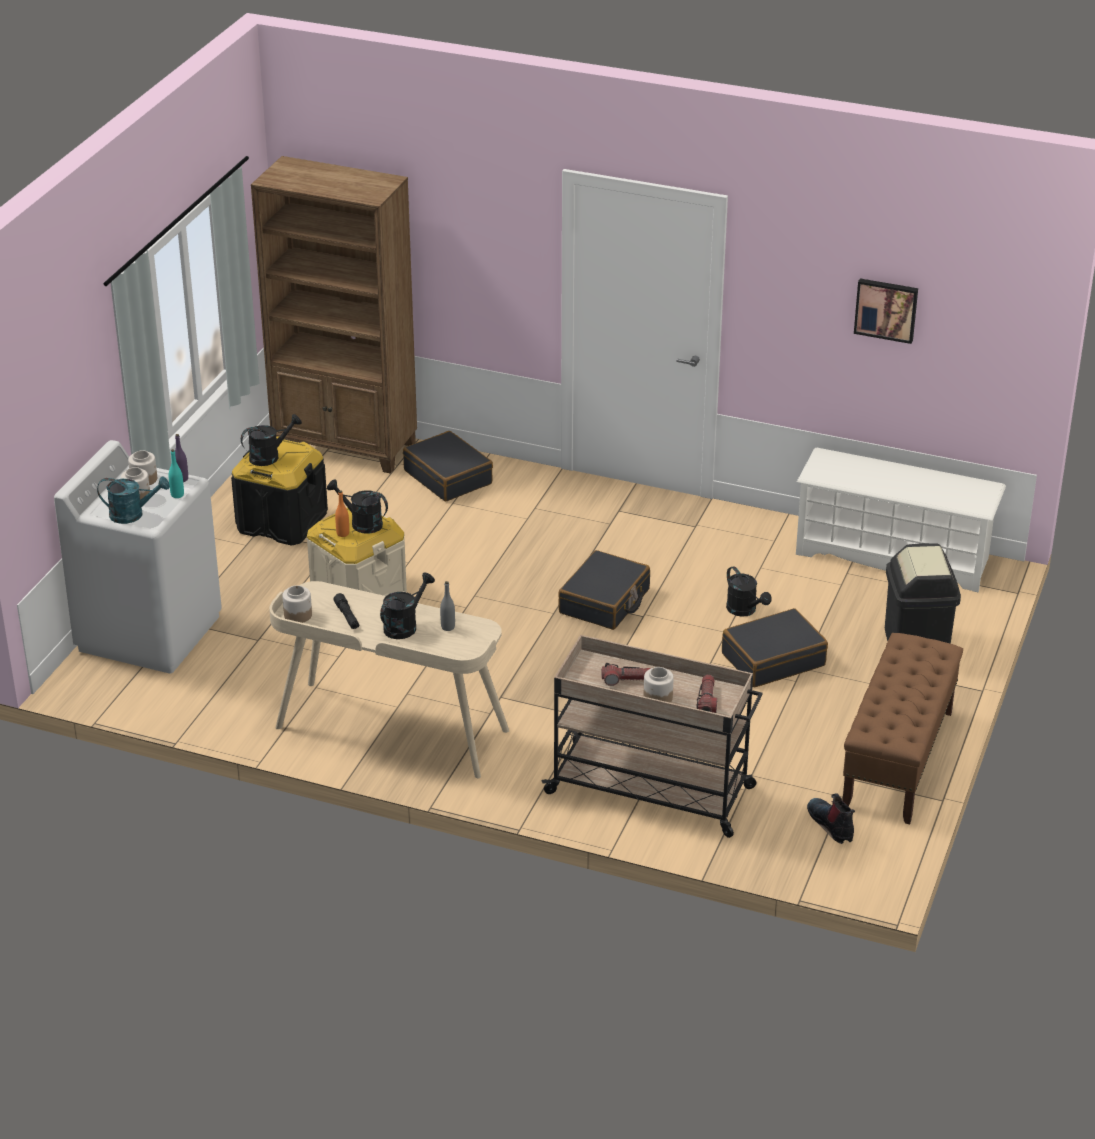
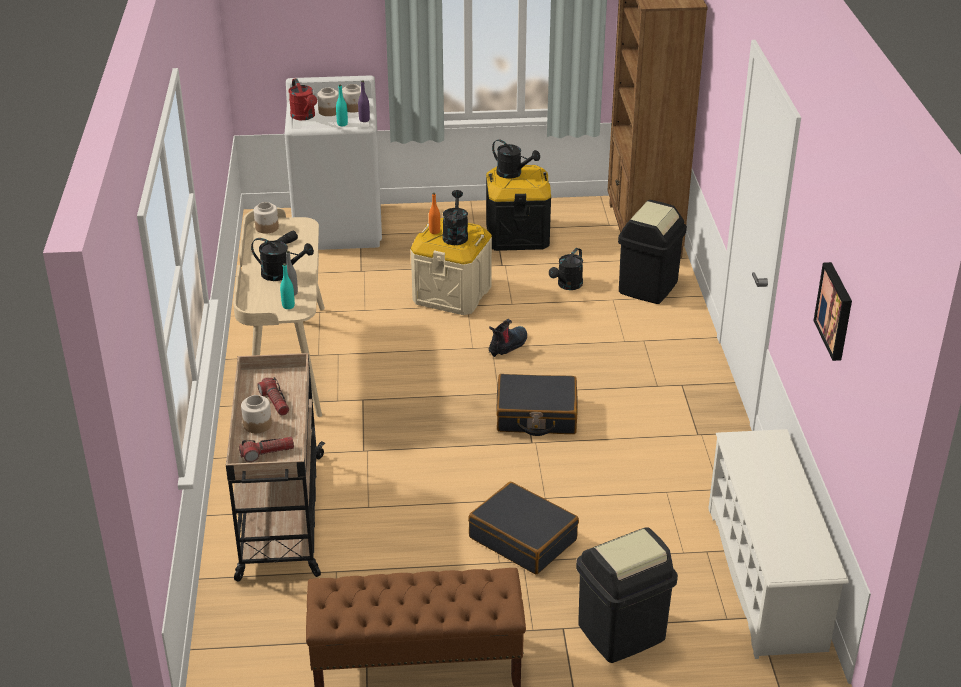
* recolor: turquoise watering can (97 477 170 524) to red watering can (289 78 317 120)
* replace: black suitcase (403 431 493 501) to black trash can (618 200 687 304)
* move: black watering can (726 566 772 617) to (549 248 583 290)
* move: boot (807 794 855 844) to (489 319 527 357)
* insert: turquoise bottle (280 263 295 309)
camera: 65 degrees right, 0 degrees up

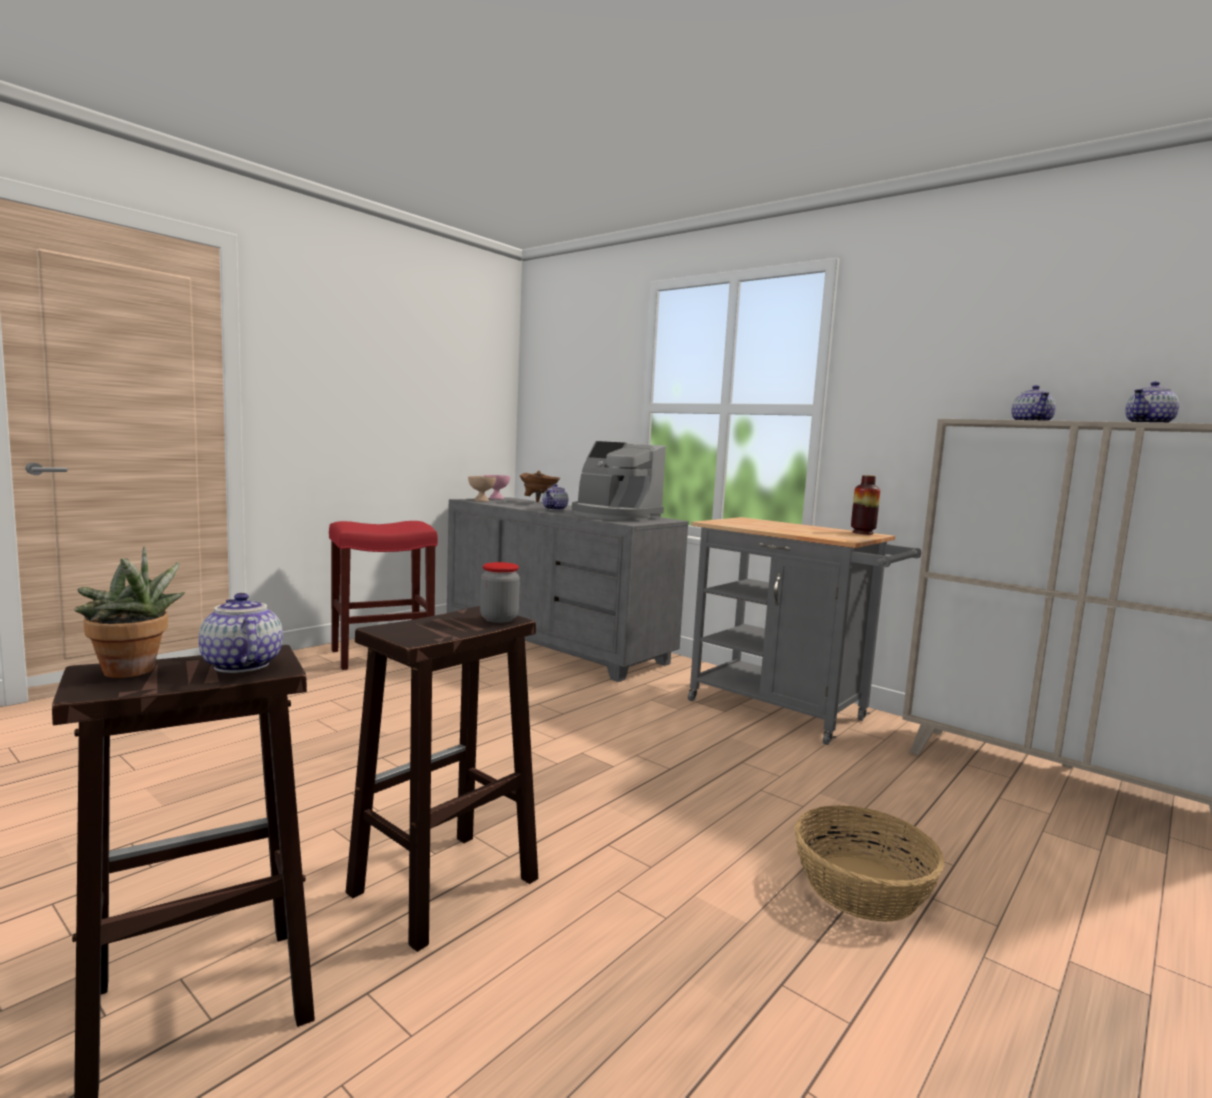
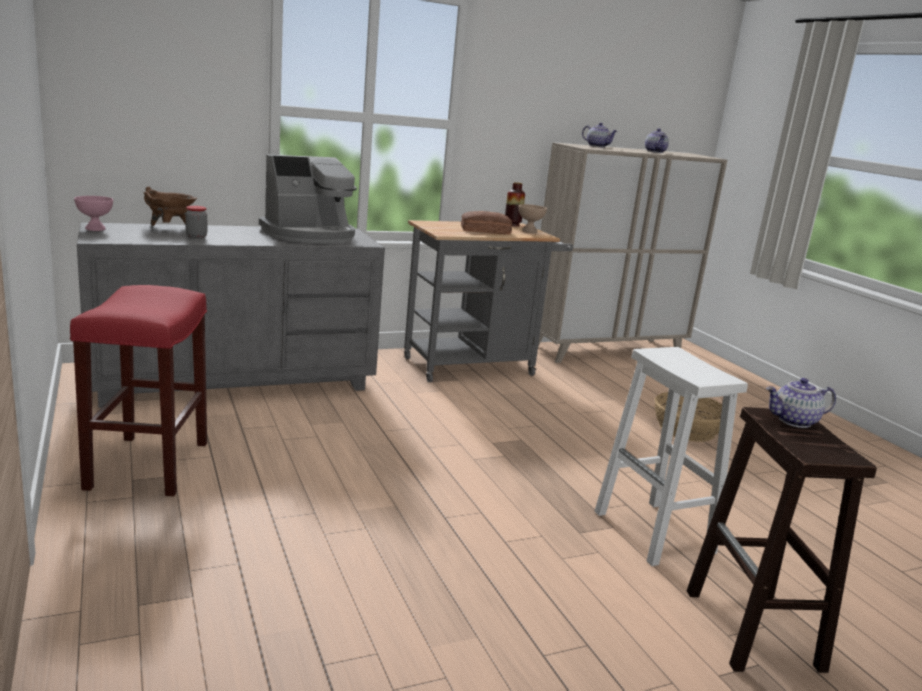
* delete: potted plant (74 546 185 678)
* recolor: brown stool (346 606 538 952) to white stool (595 347 748 566)
* move: beige bowl (468 476 496 502) to (519 204 547 233)
* move: jar (480 562 520 623) to (185 206 207 238)
* delete: teapot (542 484 568 510)
* insert: bread (461 211 512 234)
camera: 65 degrees left, 10 degrees up

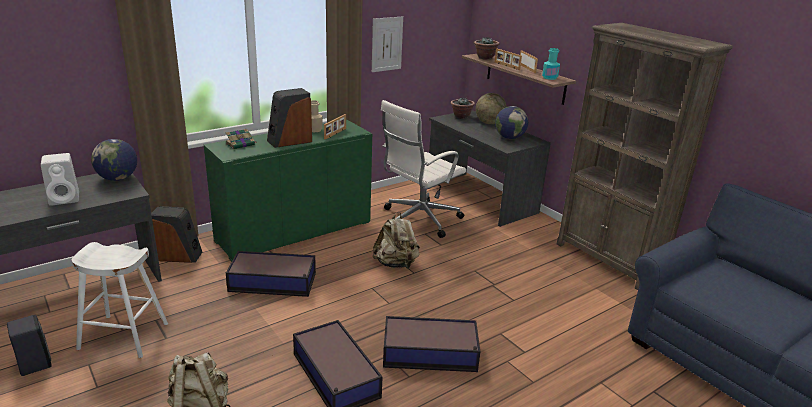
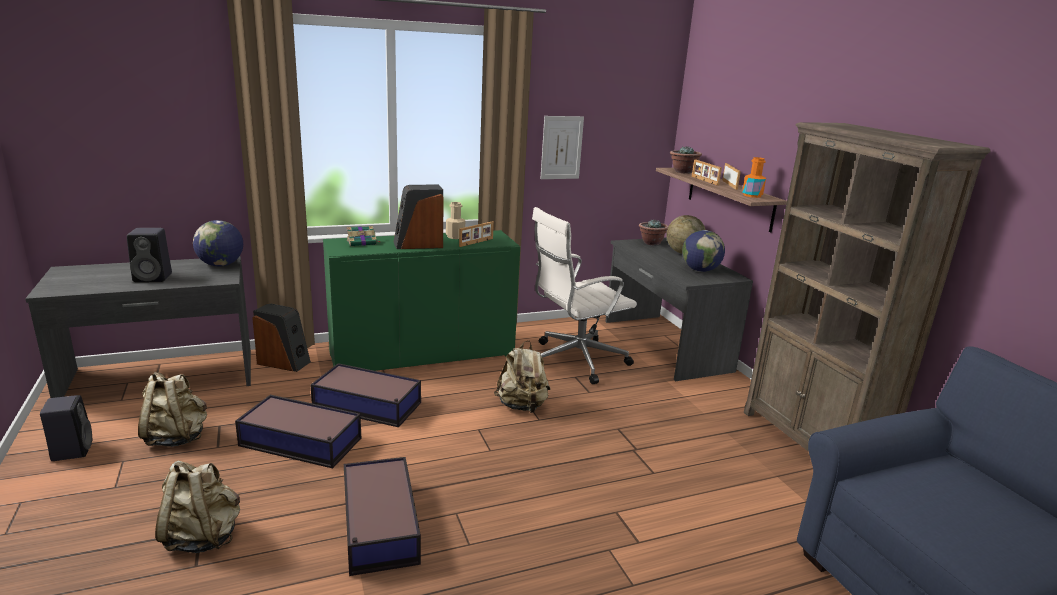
* recolor: white speaker (41 153 79 206) to black speaker (127 228 172 282)
* replace: white stool (72 242 168 358) to beige backpack (138 372 207 447)
* move: storage box (383 316 481 372) to (235 395 361 469)
* recolor: turquoise bottle (542 48 560 80) to orange bottle (742 157 766 198)
camera: 15 degrees right, 5 degrees down

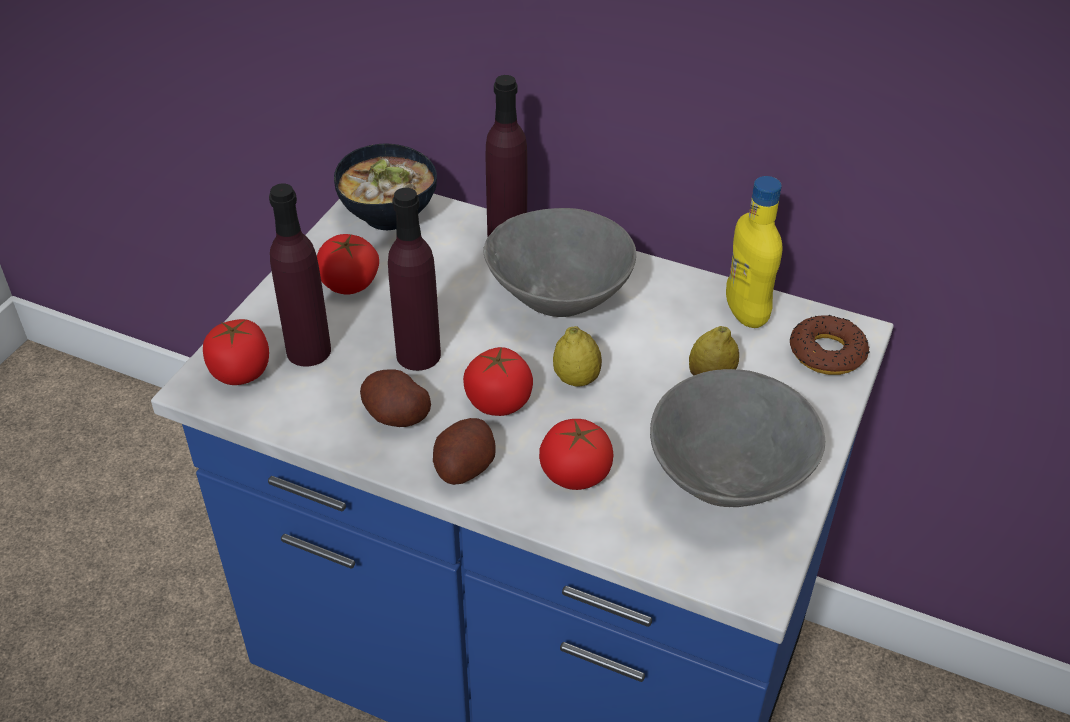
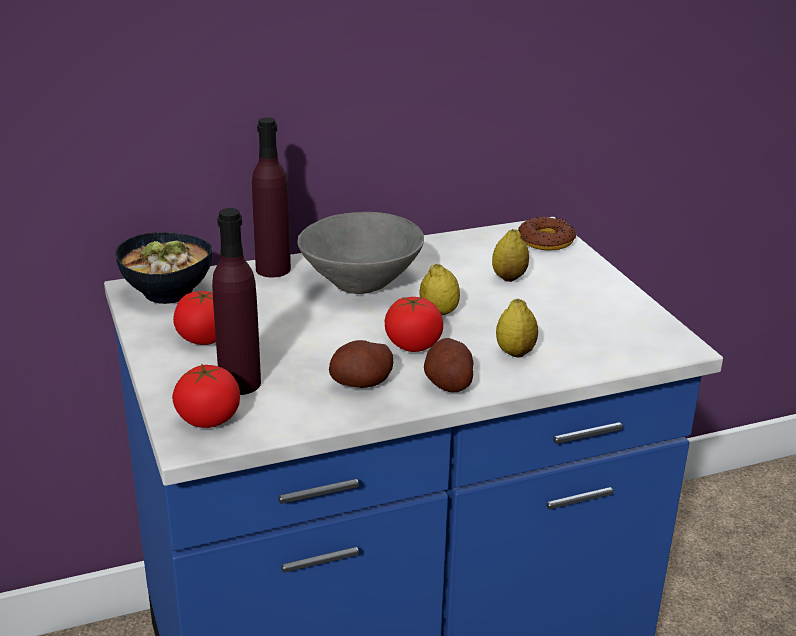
* delete: purple bottle (388 188 441 371)
* replace: tomato (539 419 614 490) to lemon (496 299 538 357)
* delete: grey bowl (650 369 825 507)
* delete: yellow bottle (726 176 782 328)
camera: 45 degrees left, 15 degrees down

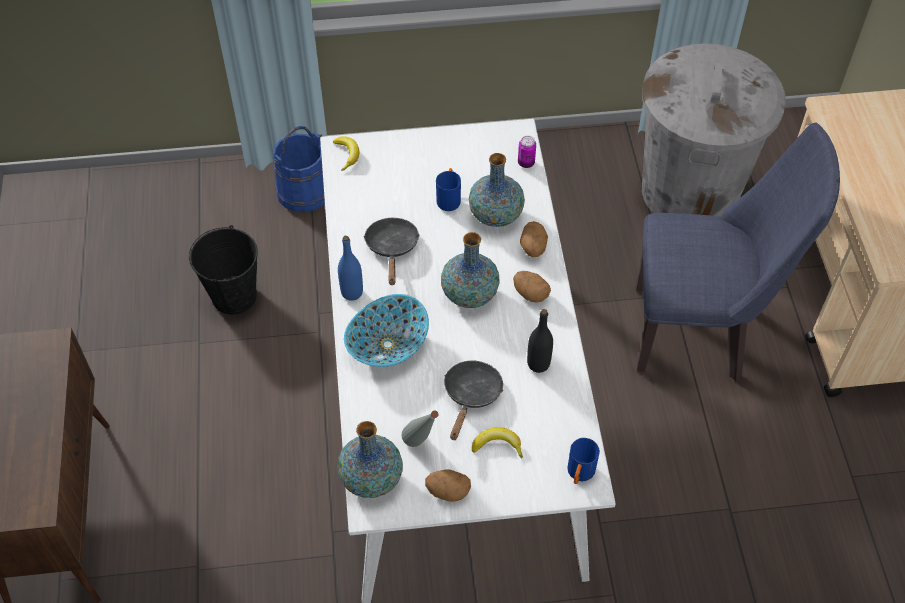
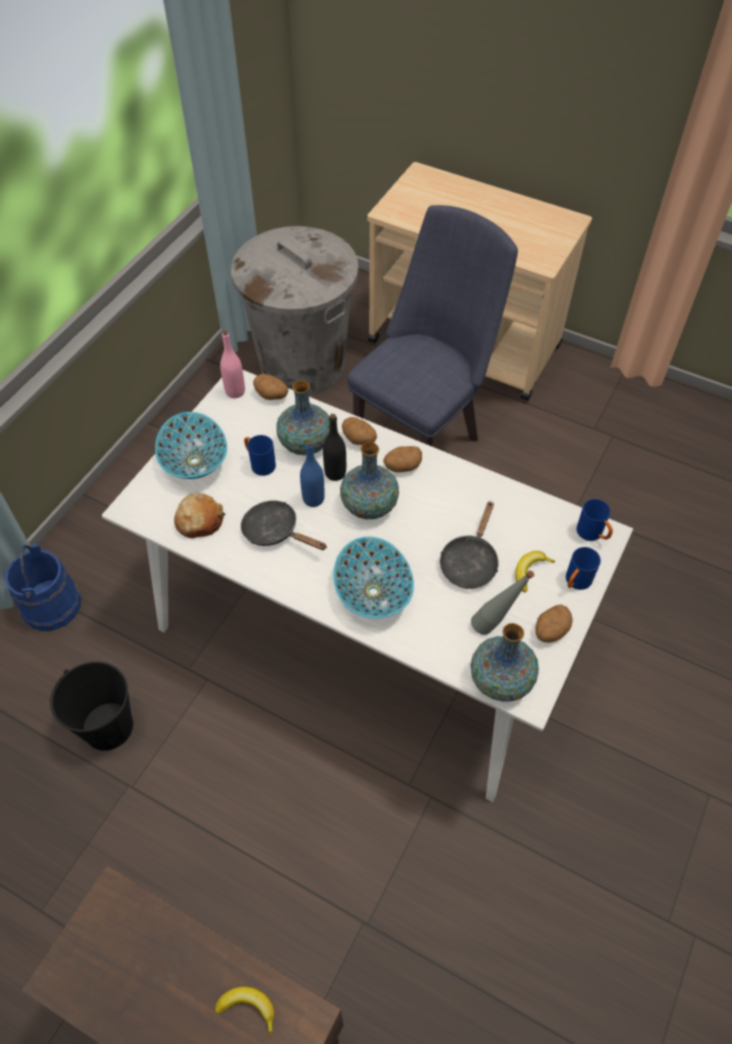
* move: banana (333 136 359 171) to (215 987 275 1036)
* move: blue bottle (338 236 363 301) to (300 440 325 507)
* rotate: black frying pan (444 361 503 440) = (440 501 498 589) 120 degrees counterclockwise
* replace: can (518 136 536 168) to potato (253 374 289 400)
* move: black bottle (527 309 553 373) to (323 414 346 481)
* insert: bowl (155 412 227 479)
* insert: bread (174 493 225 538)
* insert: pink bottle (220 330 245 398)
* insert: blue mug (566 547 601 590)
camera: 55 degrees left, 0 degrees up

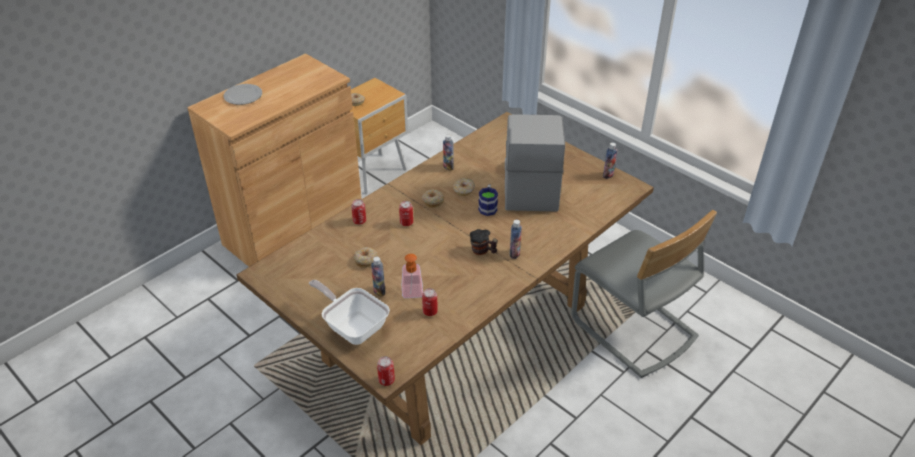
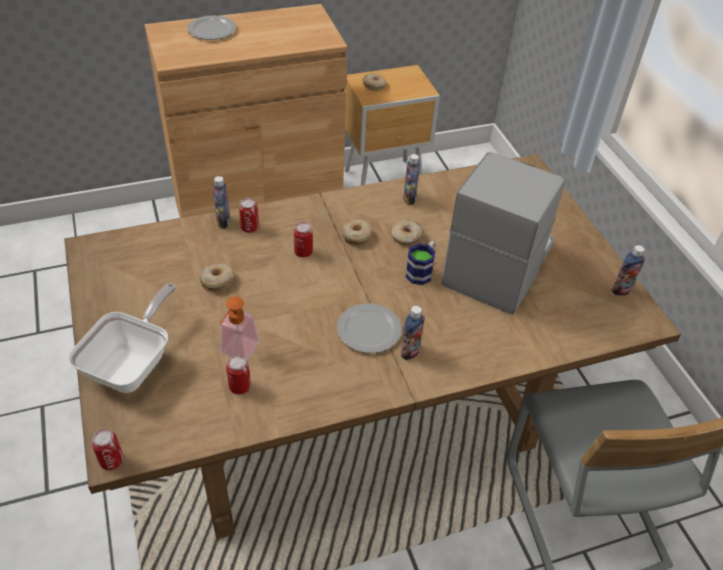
* rotate: frying pan (309 280 390 345) = (68 283 177 393) 45 degrees clockwise
* move: bottle (371 257 385 297) to (213 176 230 228)
* replace: mug (470 229 498 255) to plate (337 304 402 353)
camera: 25 degrees right, 5 degrees up

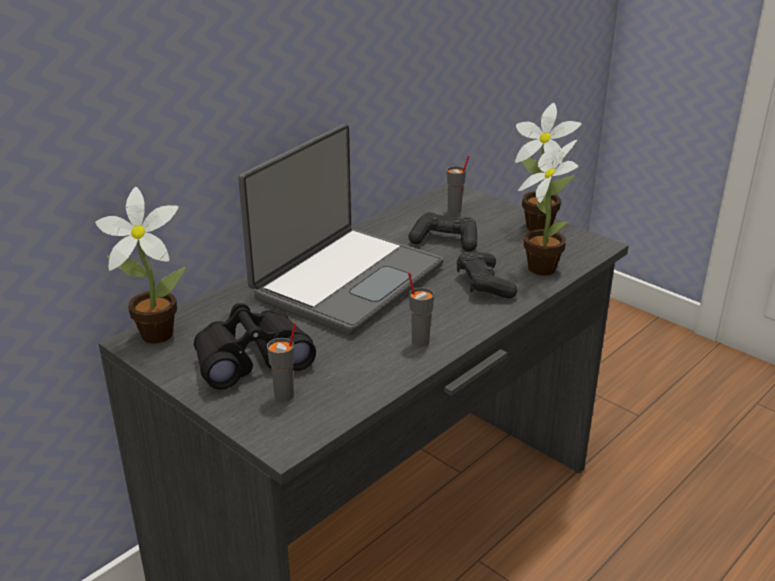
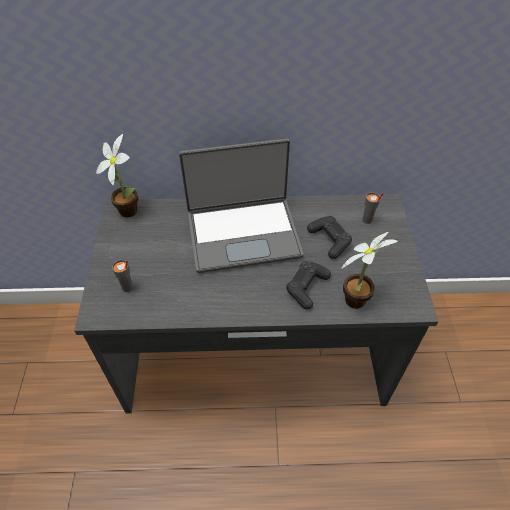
* delete: black binoculars (194 303 316 389)
* delete: grey cup (408 273 434 347)
* delete: potted plant (515 103 582 231)
camera: 45 degrees right, 20 degrees up

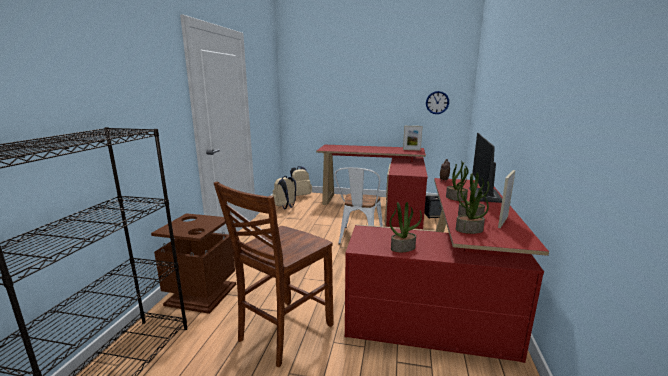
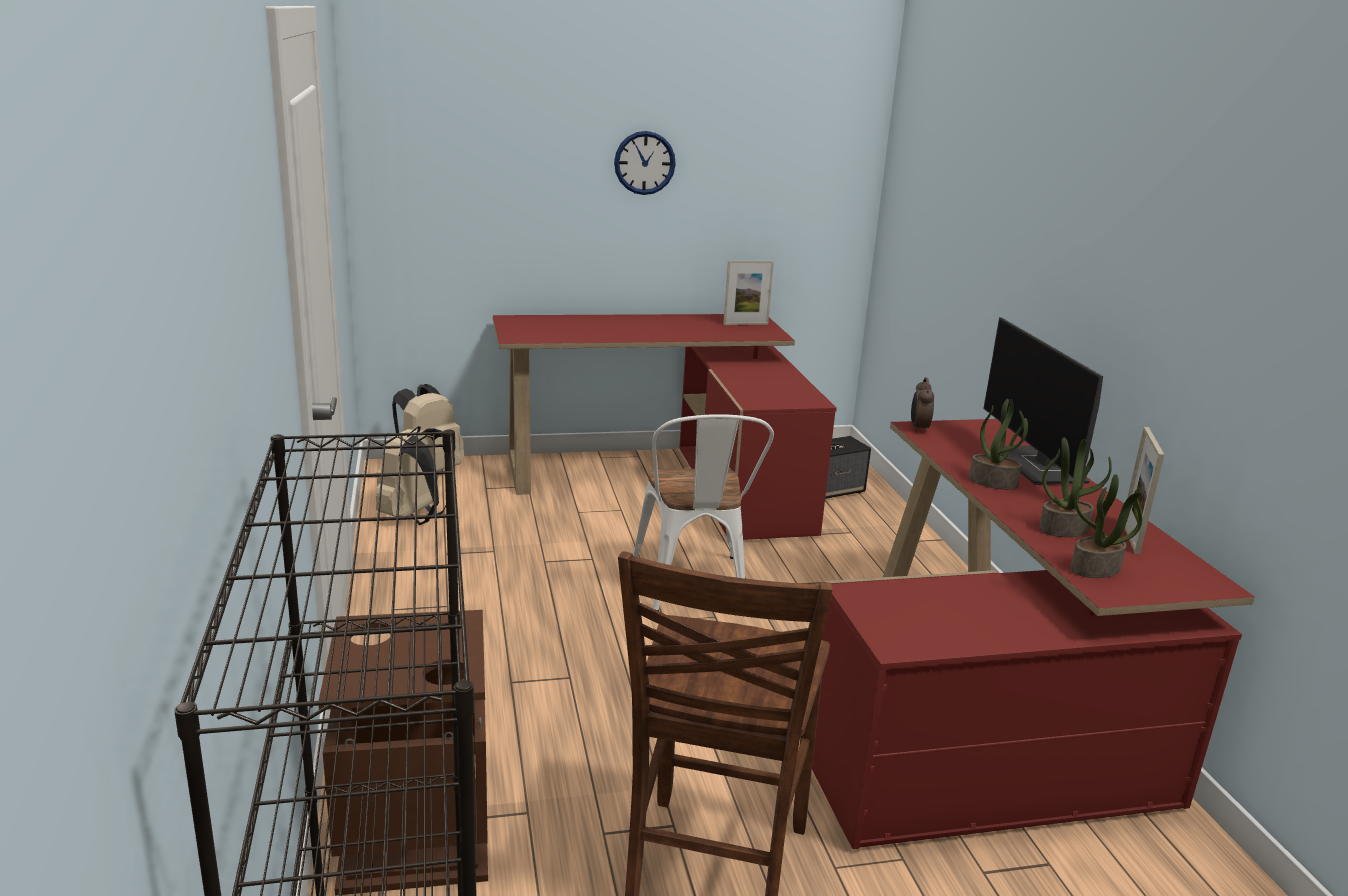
* delete: potted plant (390 202 422 252)
* move: wall clock (426 91 449 114) to (614 131 676 195)
camera: 25 degrees left, 5 degrees up

